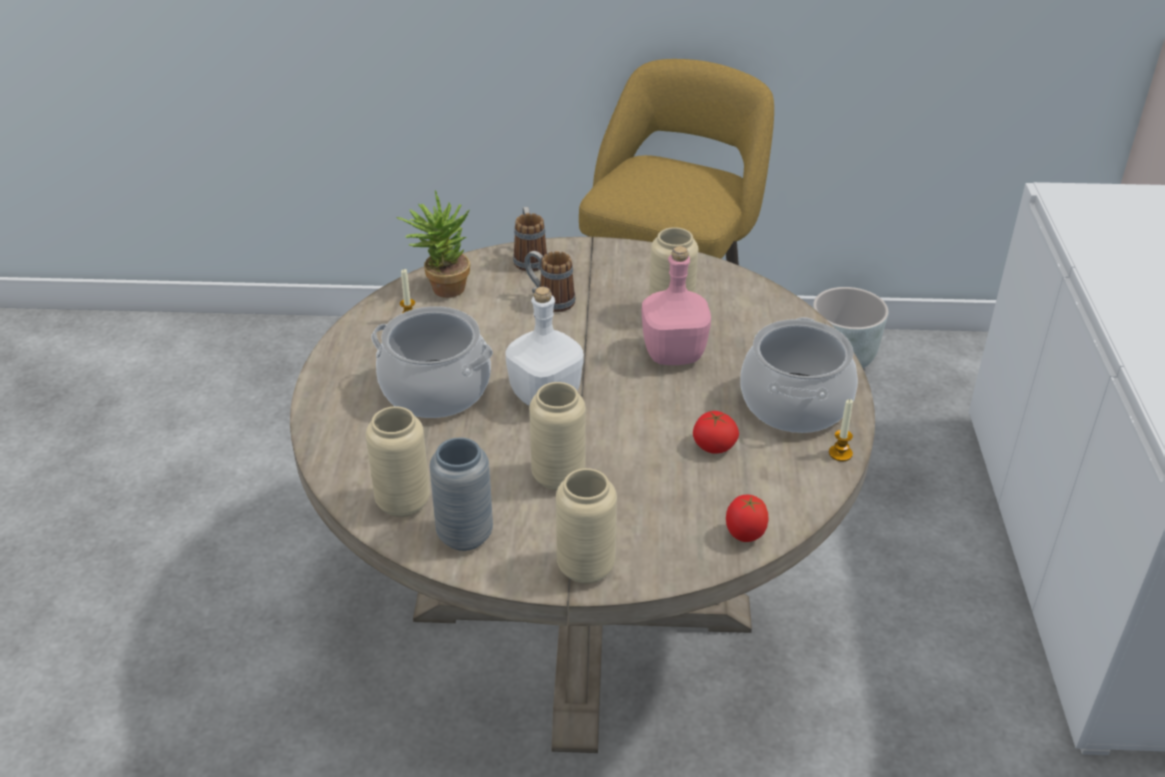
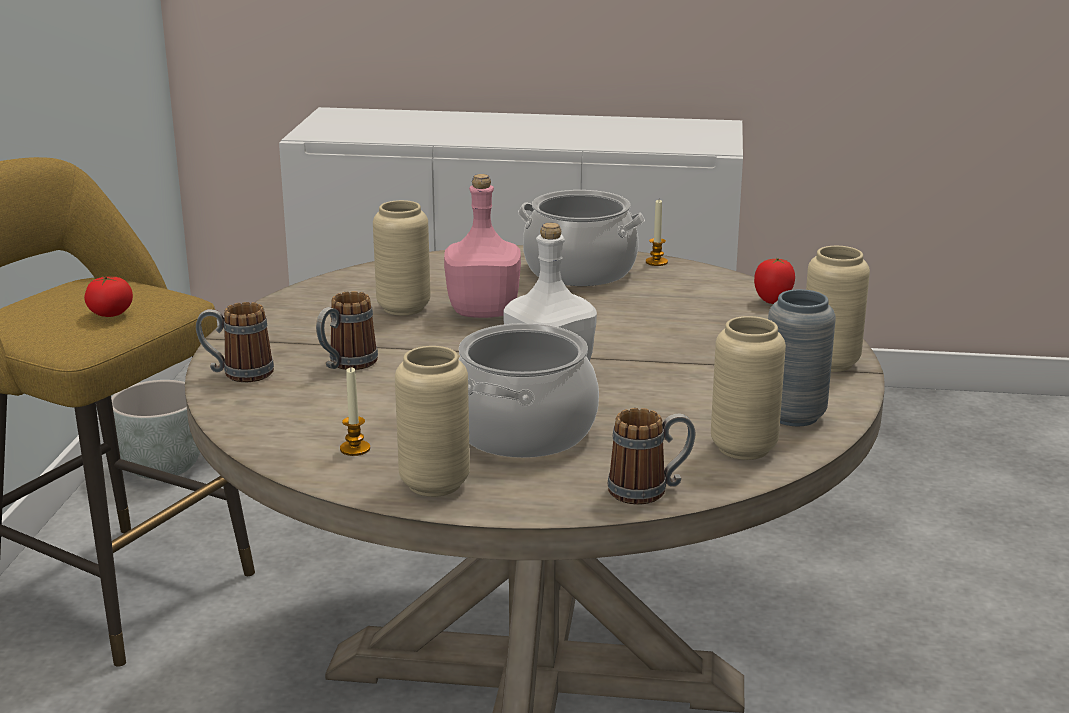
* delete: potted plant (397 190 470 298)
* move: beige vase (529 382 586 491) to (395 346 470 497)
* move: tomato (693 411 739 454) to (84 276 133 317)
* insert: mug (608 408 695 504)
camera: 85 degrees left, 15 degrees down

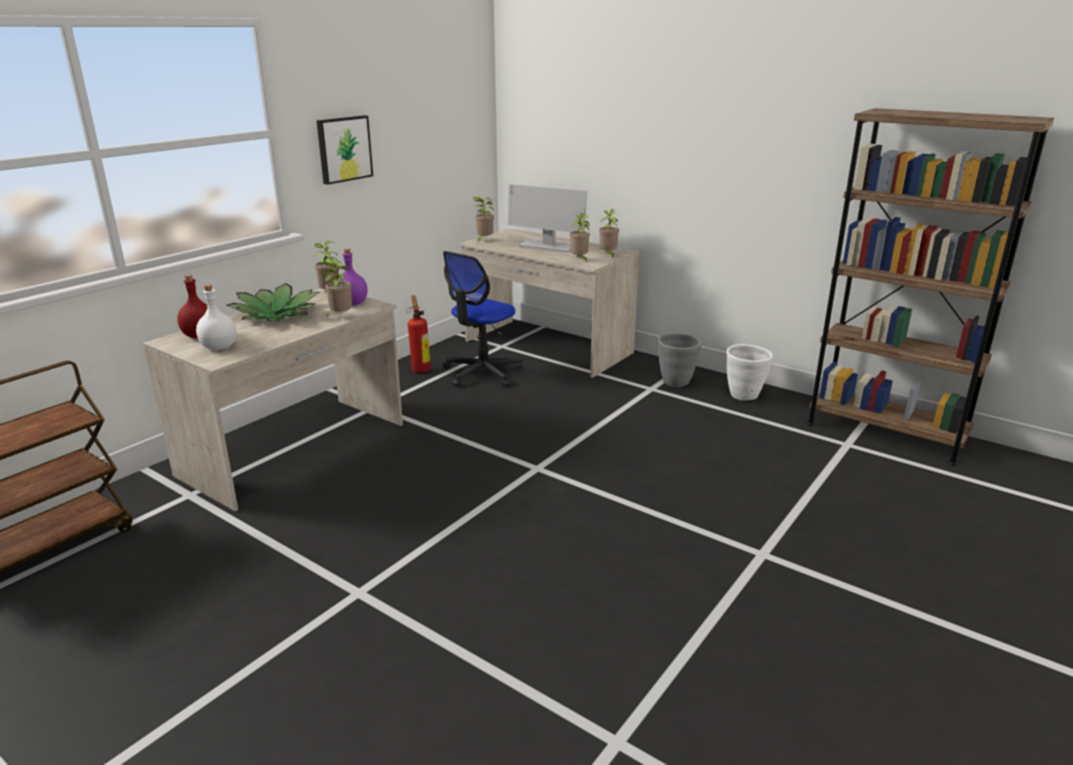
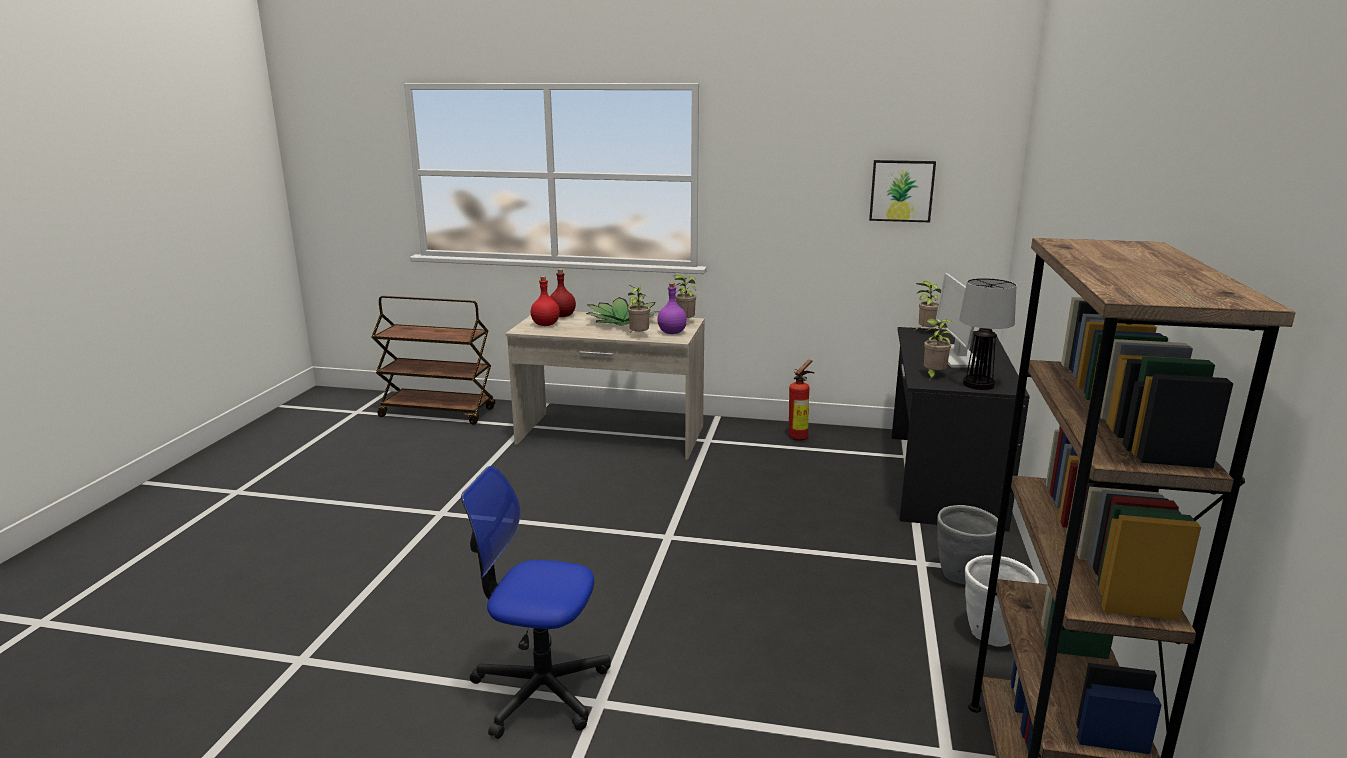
* recolor: white bottle (196 285 236 350) to red bottle (531 276 560 326)
* move: picture (316 115 373 185) to (869 160 936 222)
* move: office chair (443 251 523 387) to (461 466 611 739)
* recolor: beige desk (459 228 639 378) to black desk (892 327 1030 532)
* replace: potted plant (599 209 619 258) to table lamp (959 278 1017 390)
camera: 65 degrees right, 5 degrees down

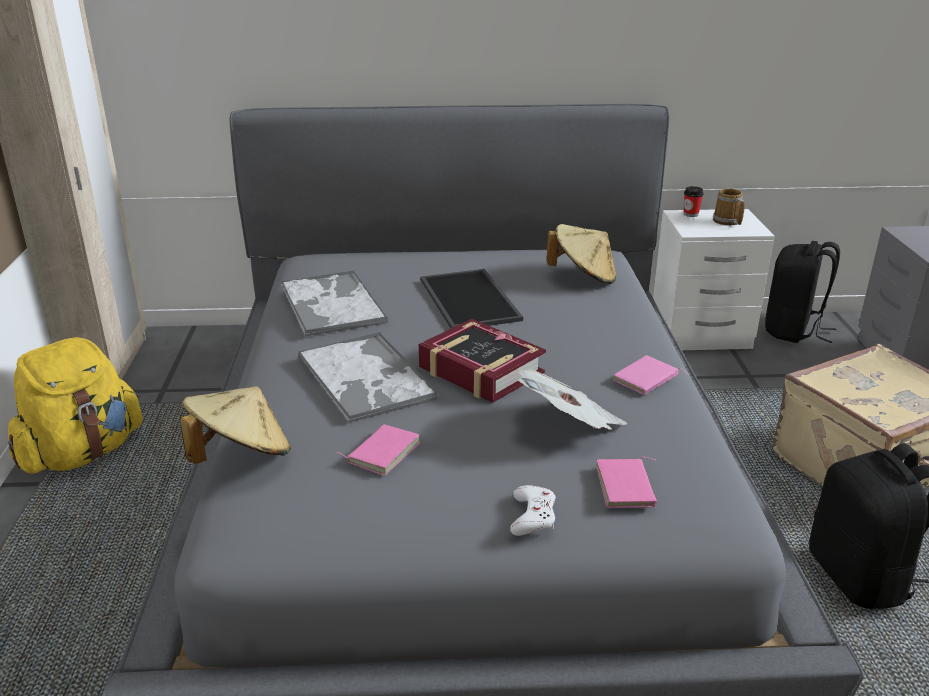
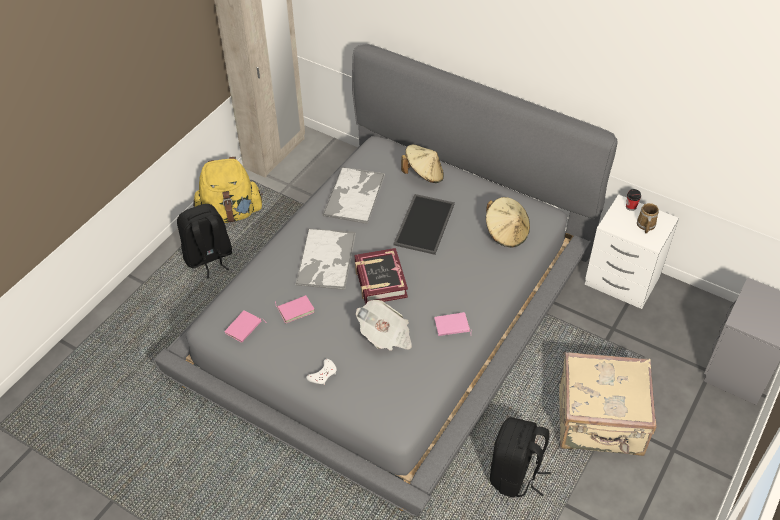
* move: beige hat (180 386 291 464) to (401 145 444 183)
* move: pink book (596 456 657 508) to (225 310 267 343)
* move: black backpack (765 241 840 343) to (177 204 232 278)
camera: 35 degrees right, 20 degrees up

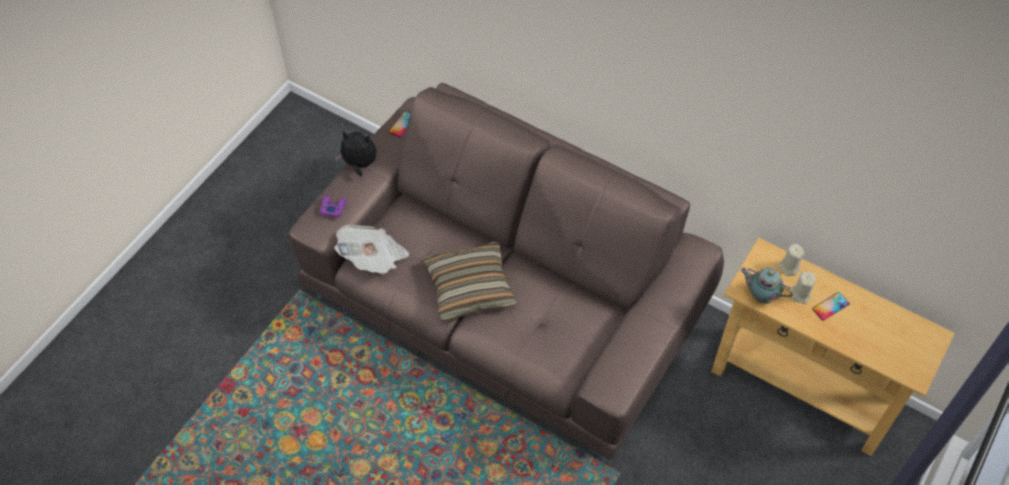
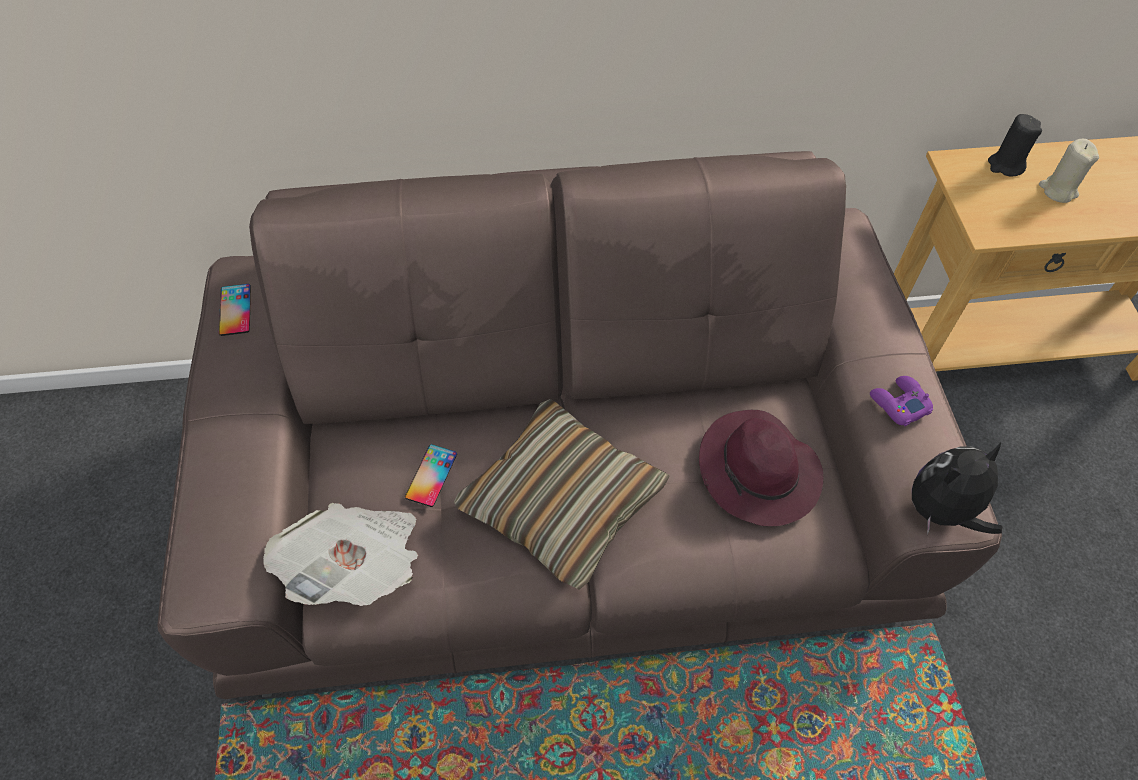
* move: purple game controller (320 195 347 218) to (870 376 933 426)
* move: plush toy (335 131 376 176) to (912 443 1002 535)
* delete: teapot (740 268 793 304)
* recolor: beige candle (778 244 804 276) to black candle (988 114 1042 177)
* move: phone (812 292 850 320) to (405 444 457 507)
* insert: purple hat (699 410 824 526)
camera: 40 degrees left, 0 degrees up

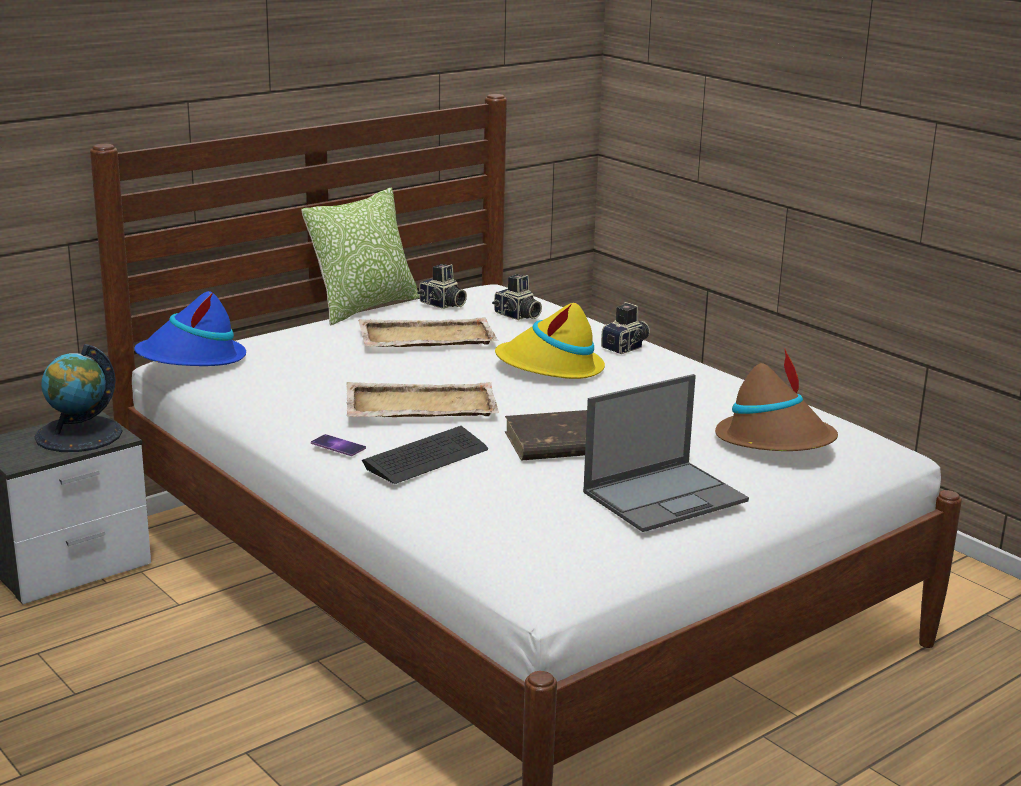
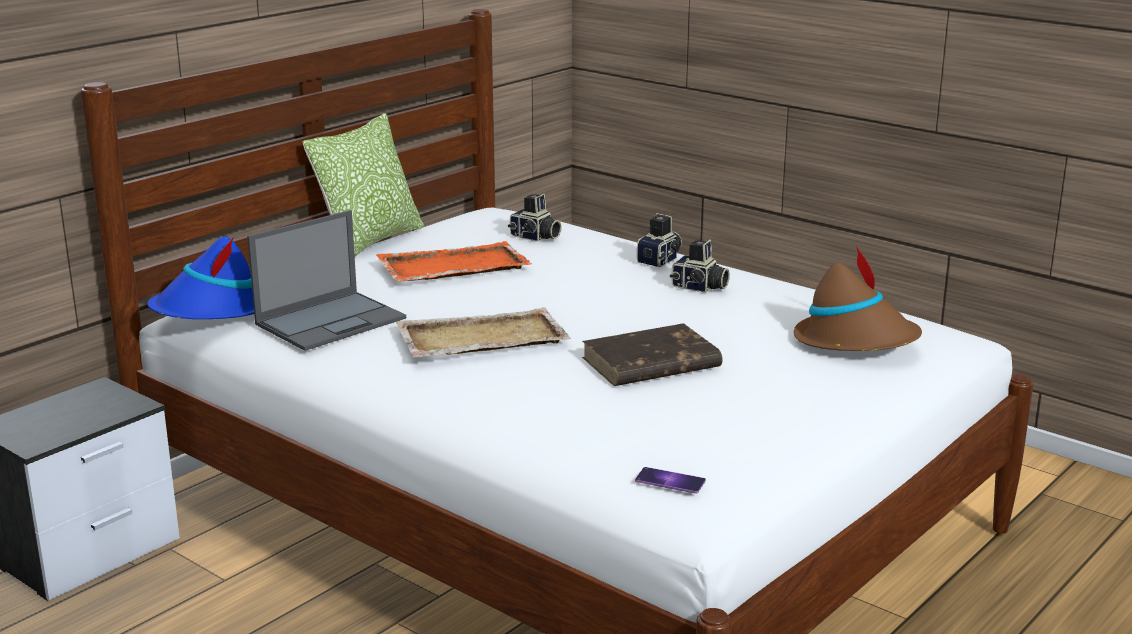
* delete: globe (35 344 122 452)
* move: phone (311 434 366 456) to (635 467 706 494)
* recolor: beige tray (359 317 498 347) to orange tray (376 241 532 282)
* delete: keyboard (362 426 488 484)
* move: photo camera (417 264 467 309) to (670 240 730 293)
* delete: yellow hat (495 303 605 379)
* move: laptop (583 374 749 532) to (247 210 406 351)
camera: 10 degrees left, 0 degrees up

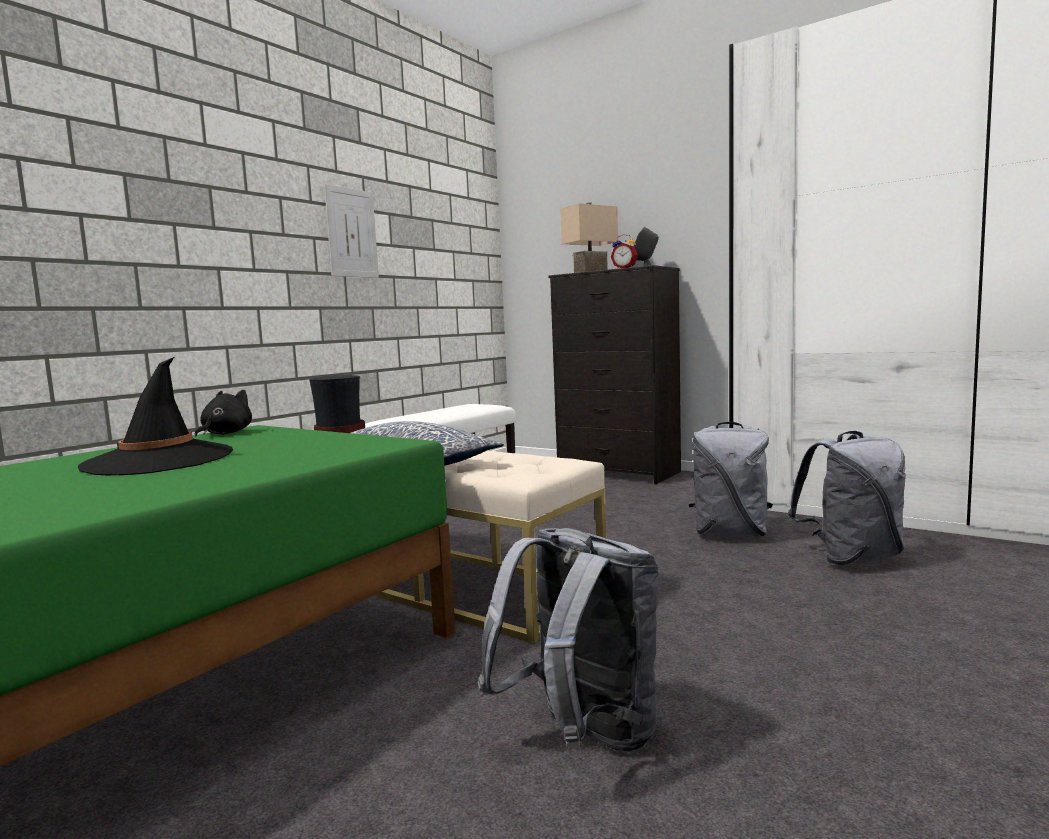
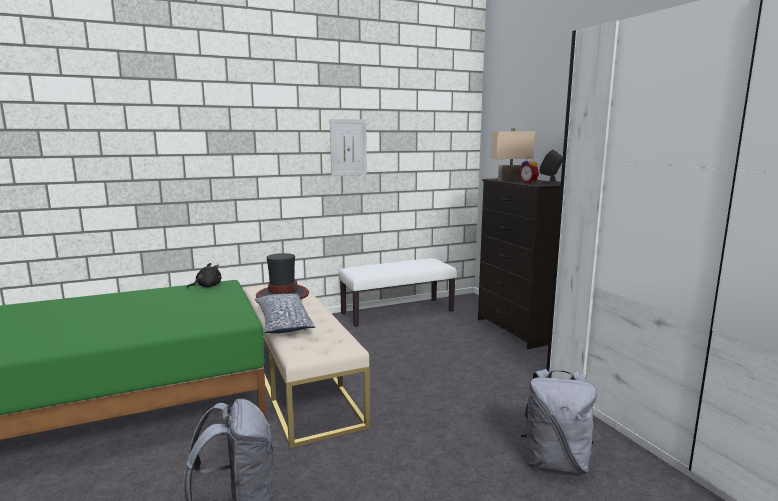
* delete: black hat (78 357 233 475)
* delete: grey backpack (689 422 773 537)
camera: 30 degrees right, 5 degrees up

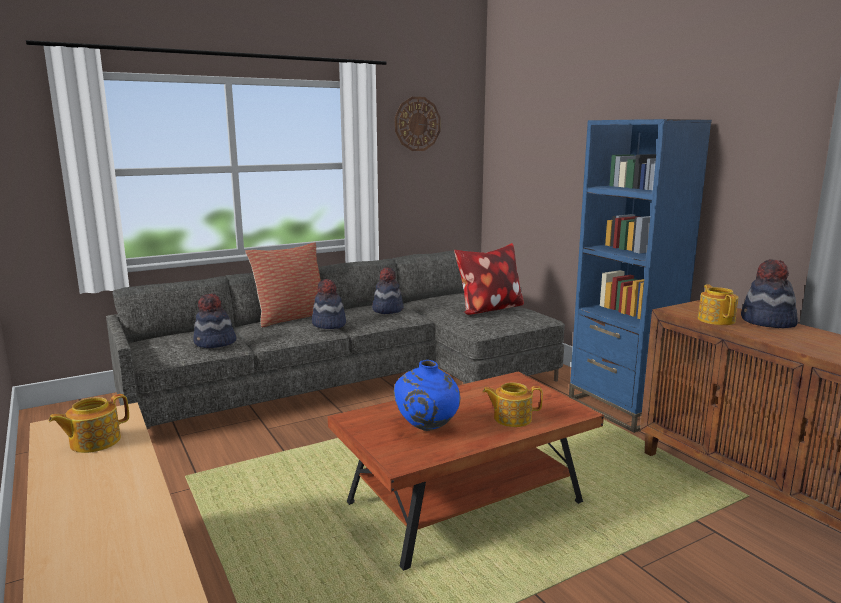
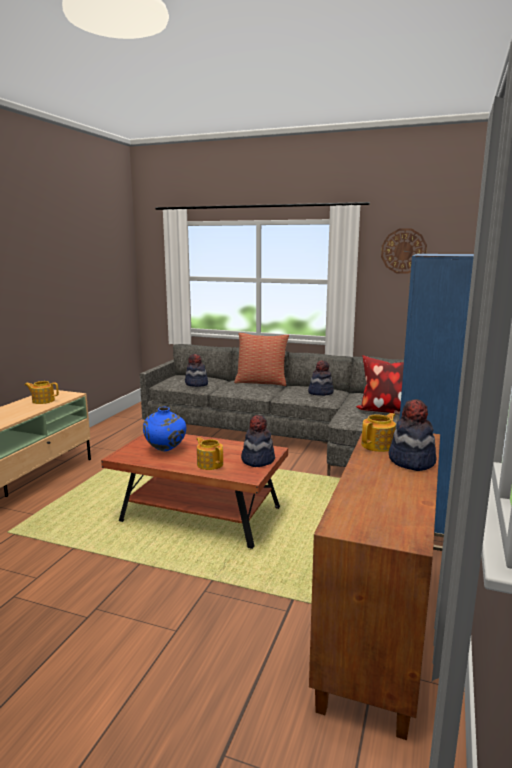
* move: hat (312 279 346 329) to (241 415 275 467)
camera: 50 degrees right, 0 degrees up

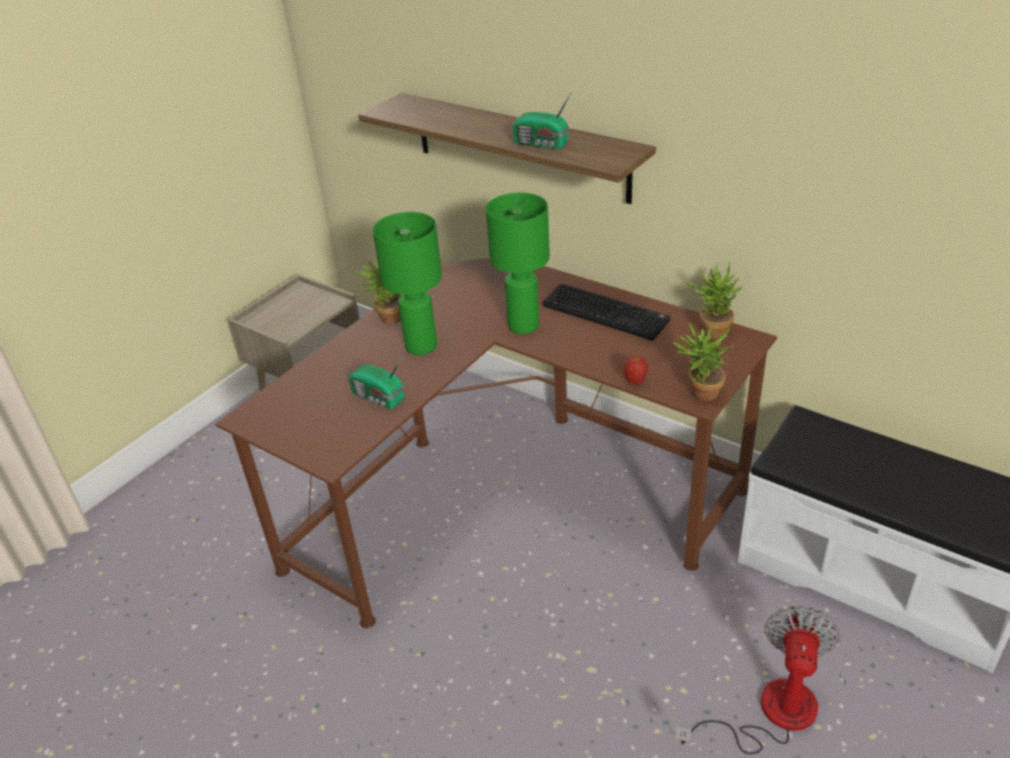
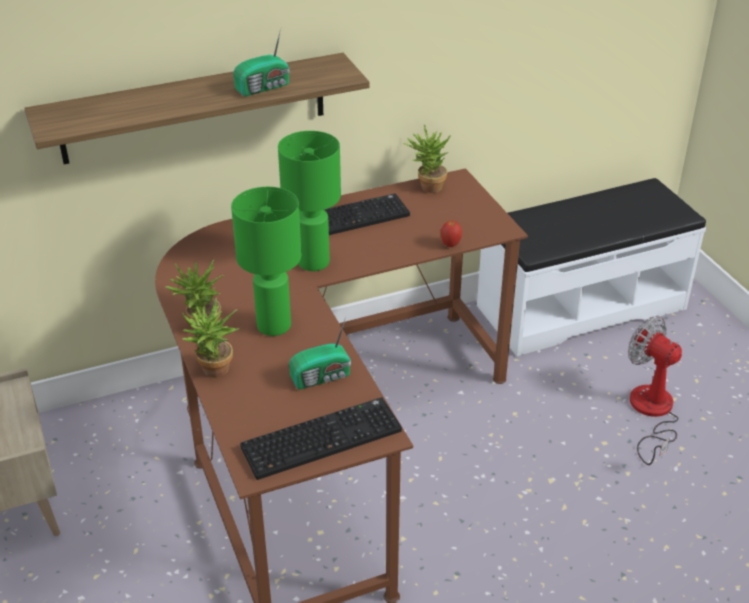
* move: potted plant (673 322 735 401) to (182 297 240 378)
* insert: keyboard (240 397 402 480)
camera: 60 degrees left, 0 degrees up

